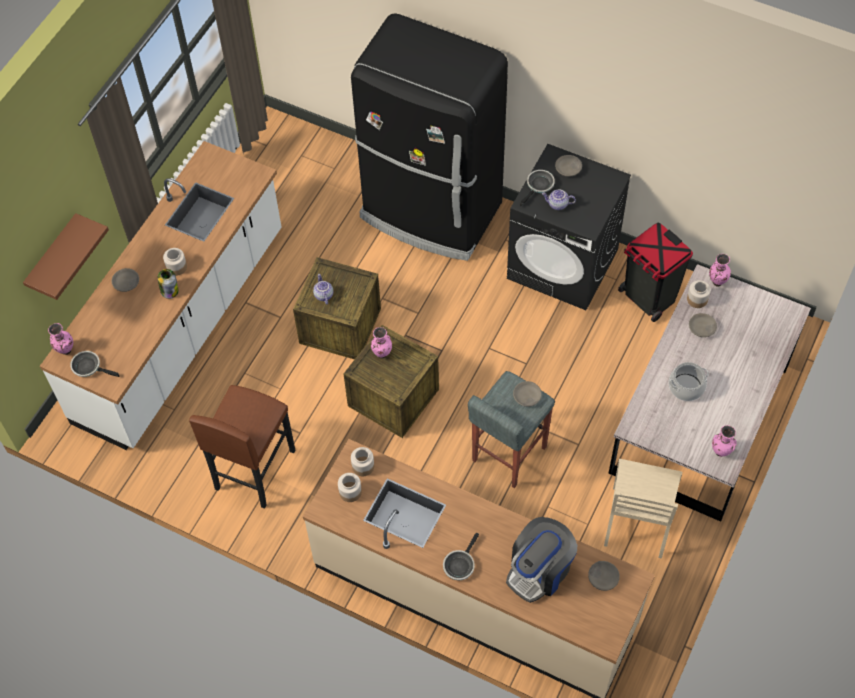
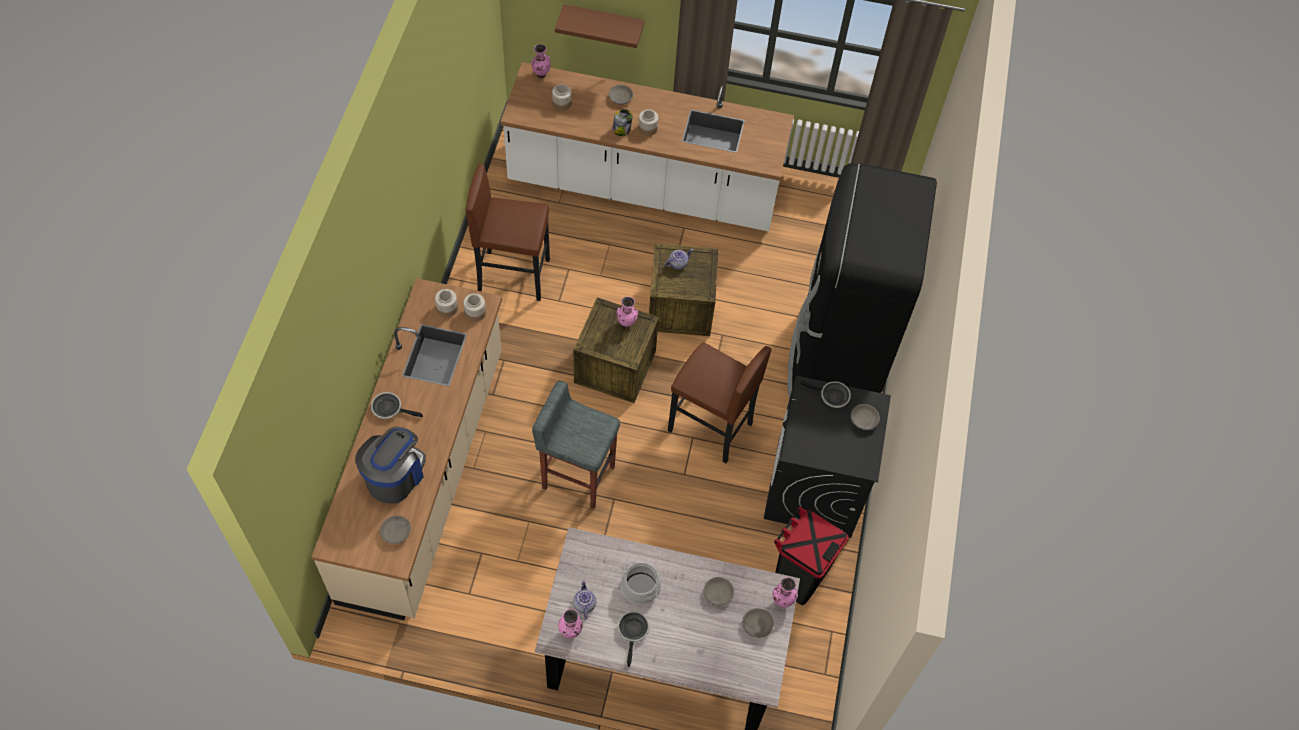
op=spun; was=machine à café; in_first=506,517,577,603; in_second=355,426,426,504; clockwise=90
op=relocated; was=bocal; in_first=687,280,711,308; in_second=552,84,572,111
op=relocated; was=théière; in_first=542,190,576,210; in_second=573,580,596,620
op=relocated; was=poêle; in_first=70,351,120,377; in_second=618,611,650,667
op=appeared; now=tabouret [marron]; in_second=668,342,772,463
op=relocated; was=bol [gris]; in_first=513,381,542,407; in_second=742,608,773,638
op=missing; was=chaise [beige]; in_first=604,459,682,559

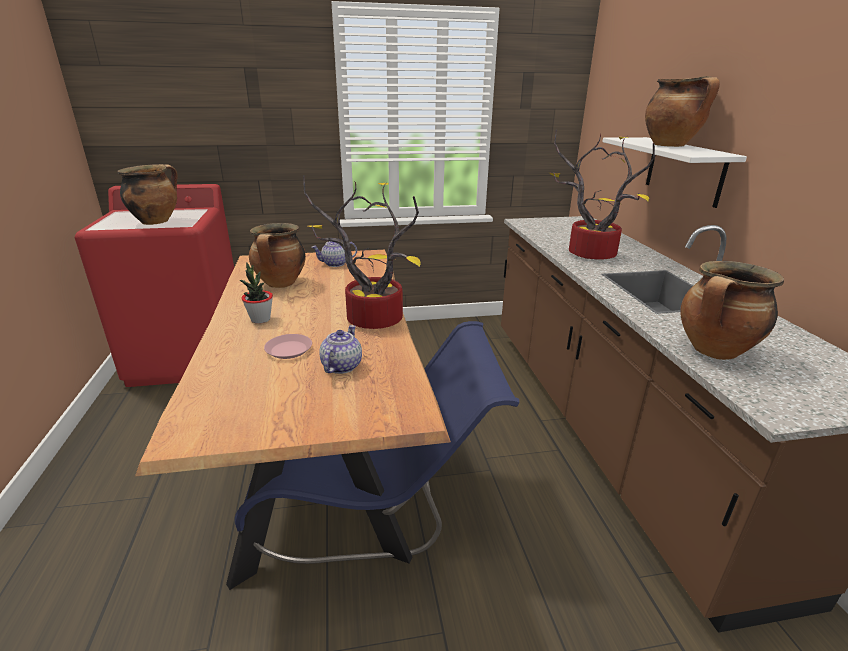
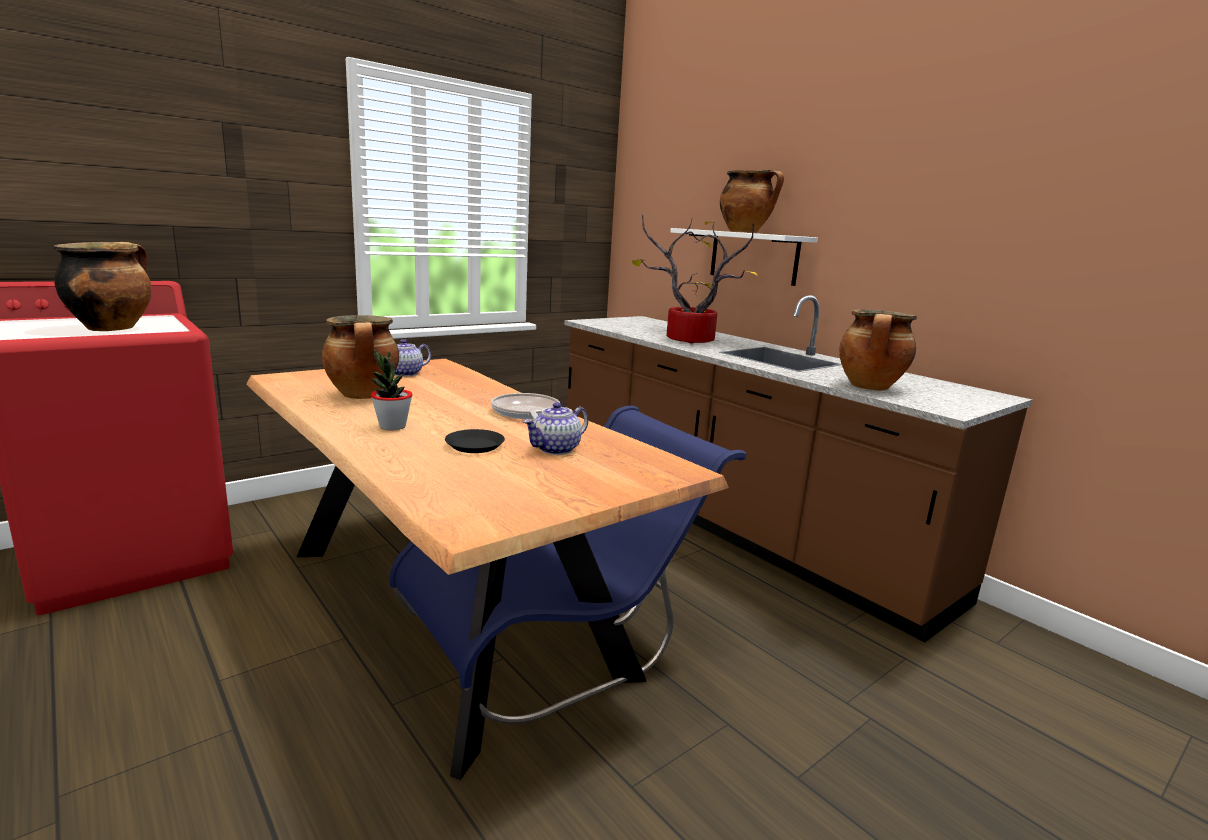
op=colour; was=assiette [rose]; now=assiette [noir]; in_first=264,334,312,359; in_second=445,429,505,453
op=exchanged; was=plante en pot; now=poêle; in_first=303,175,421,329; in_second=491,393,560,420
op=spun; was=théière; in_first=319,325,362,374; in_second=523,402,588,455; clockwise=-120

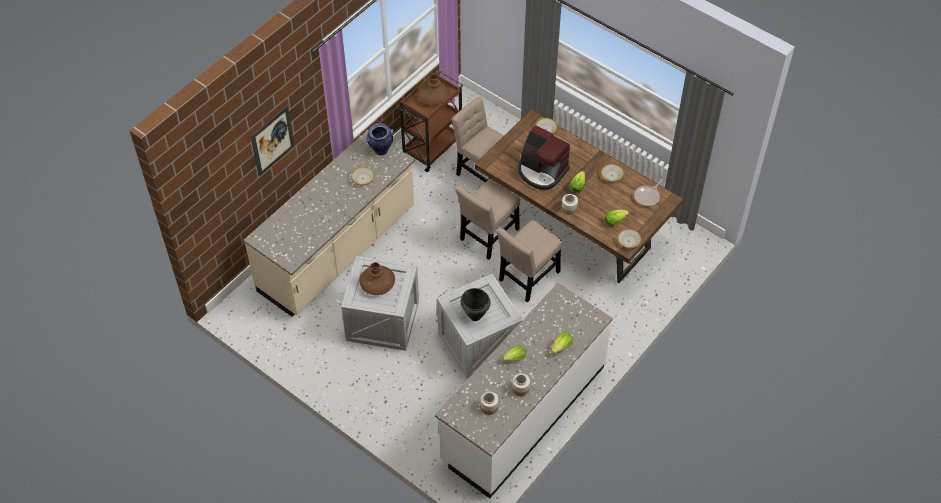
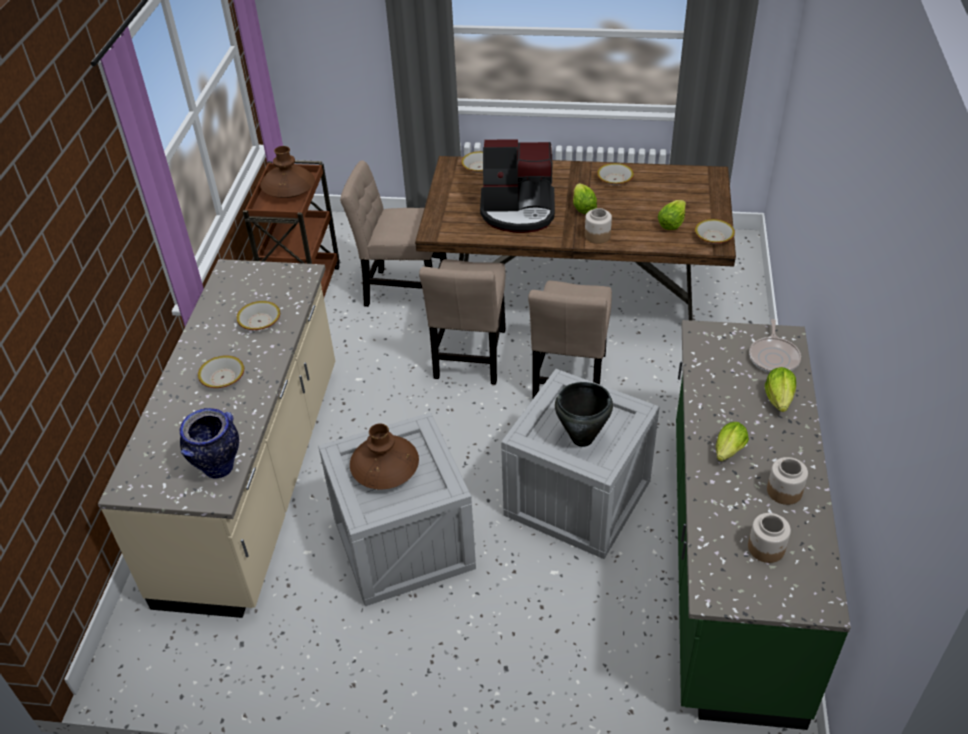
op=relocated; was=vase; in_first=365,123,394,155; in_second=180,408,239,479
op=appeared; now=bol; in_second=198,356,244,388
op=colour; was=comptoir de cuisine [blanc]; now=comptoir de cuisine [vert]; in_first=435,283,613,498; in_second=676,320,851,730
op=relocated; was=poêle; in_first=634,179,663,206; in_second=749,319,801,373
op=missing; was=tableau; in_first=251,106,294,176

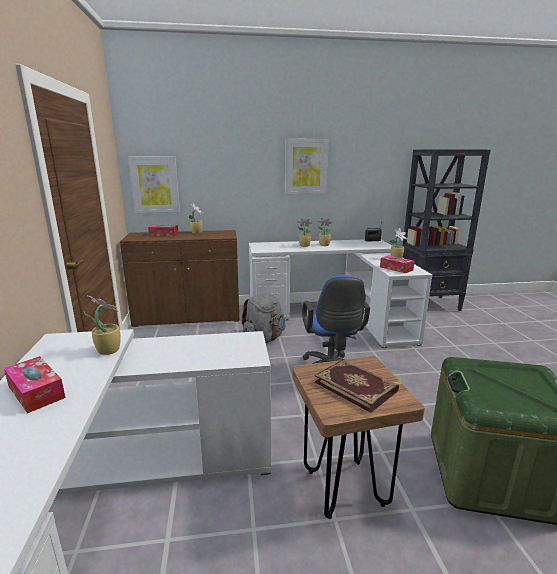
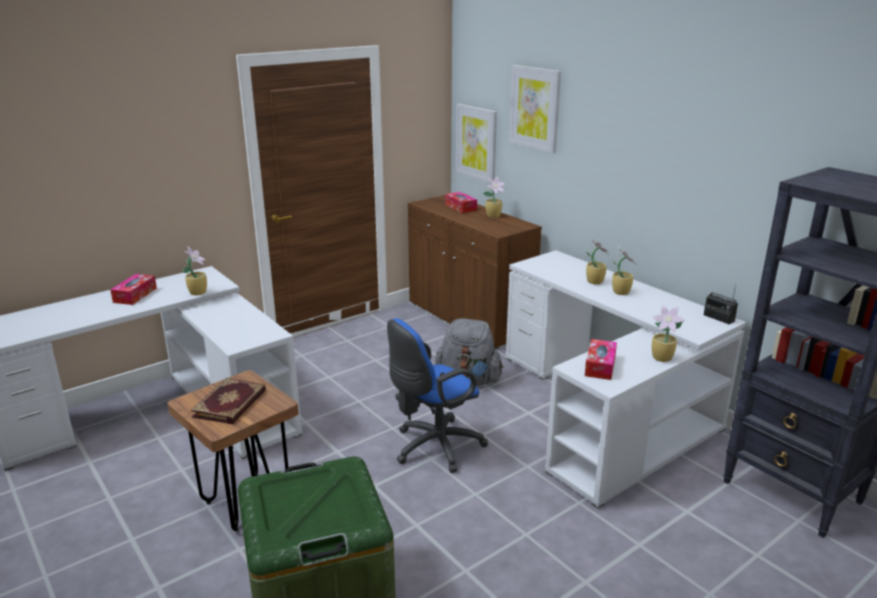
op=relocated; was=tableau; in_first=285,139,329,194; in_second=509,65,561,153

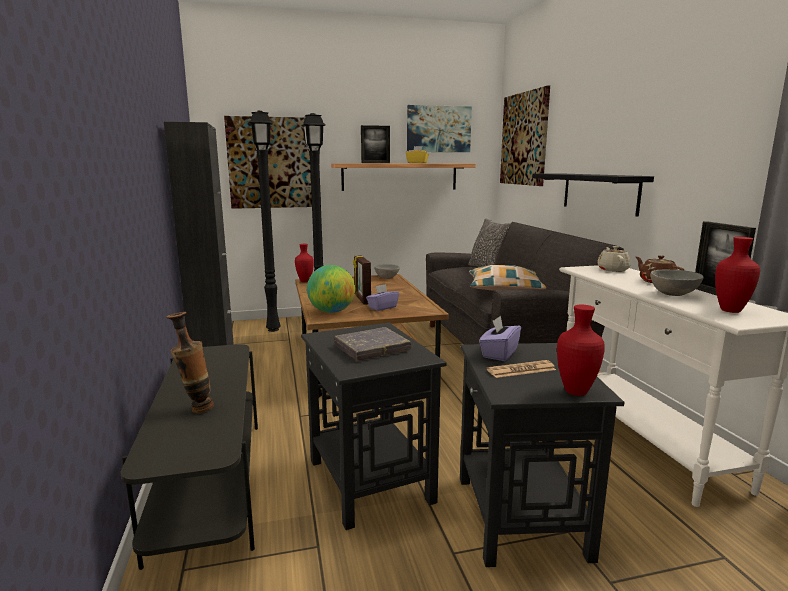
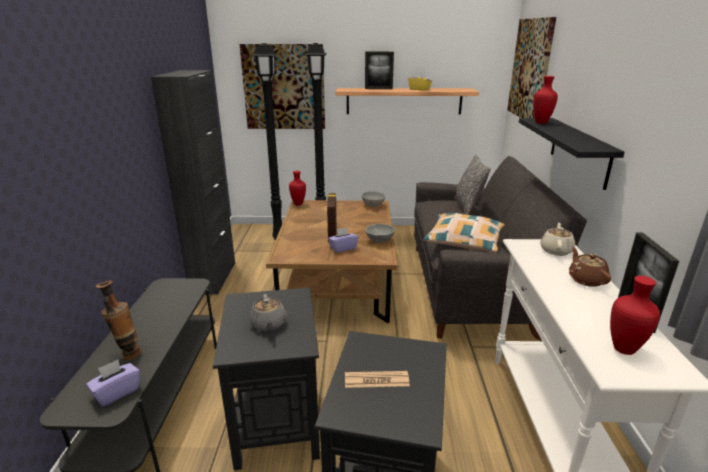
op=relocated; was=boîte à mouchoirs [violet]; in_first=479,316,521,361; in_second=86,360,140,407
op=exchanged; was=livre [gris]; now=théière [gris]; in_first=334,327,411,361; in_second=249,294,287,332
op=relocated; was=bol [gris]; in_first=650,270,704,296; in_second=365,224,395,243
op=relocated; was=vase [rouge]; in_first=557,305,605,396; in_second=533,76,558,124
op=missing; was=globe; in_first=307,265,355,313
op=missing; was=tableau; in_first=407,105,472,152

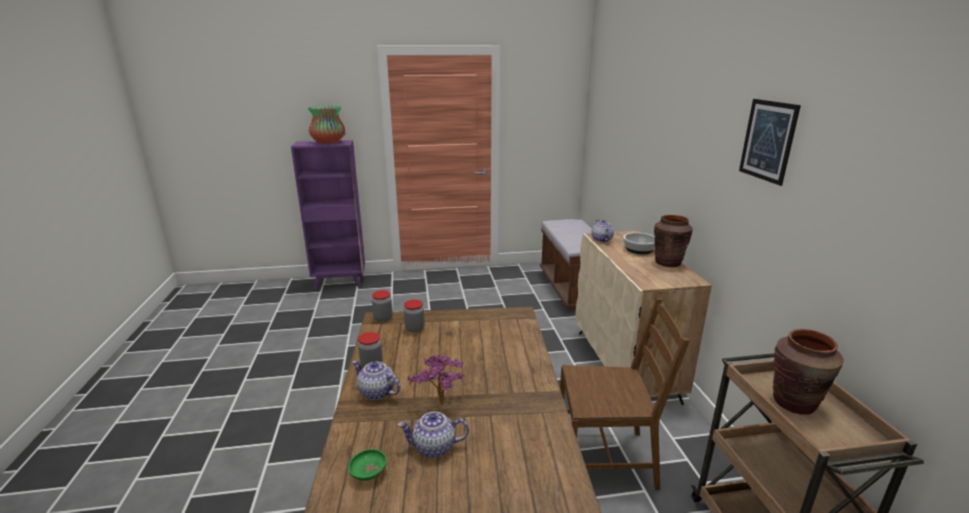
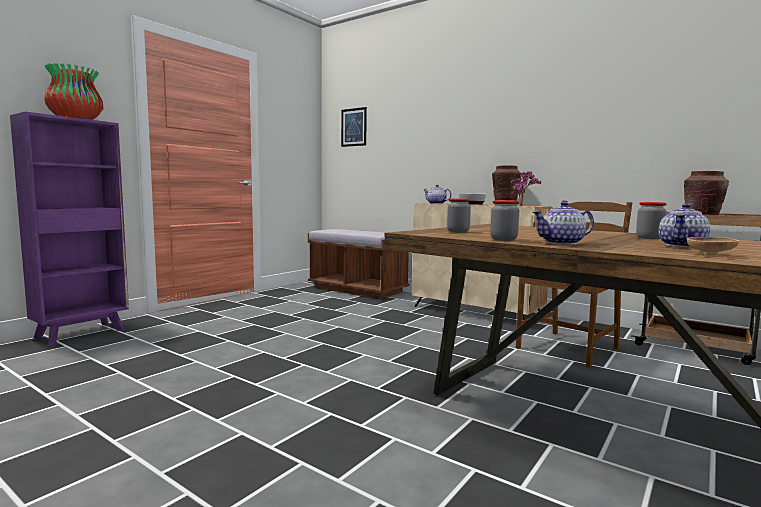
op=relocated; was=tableau; in_first=739,99,801,186; in_second=341,107,367,147
op=relocated; was=plante en pot; in_first=408,354,464,404; in_second=511,171,541,206
op=relocated; was=bocal; in_first=372,290,393,322; in_second=636,202,667,239
op=colour; was=bol [vert]; now=bol [marron]; in_first=348,449,387,481; in_second=687,237,739,255

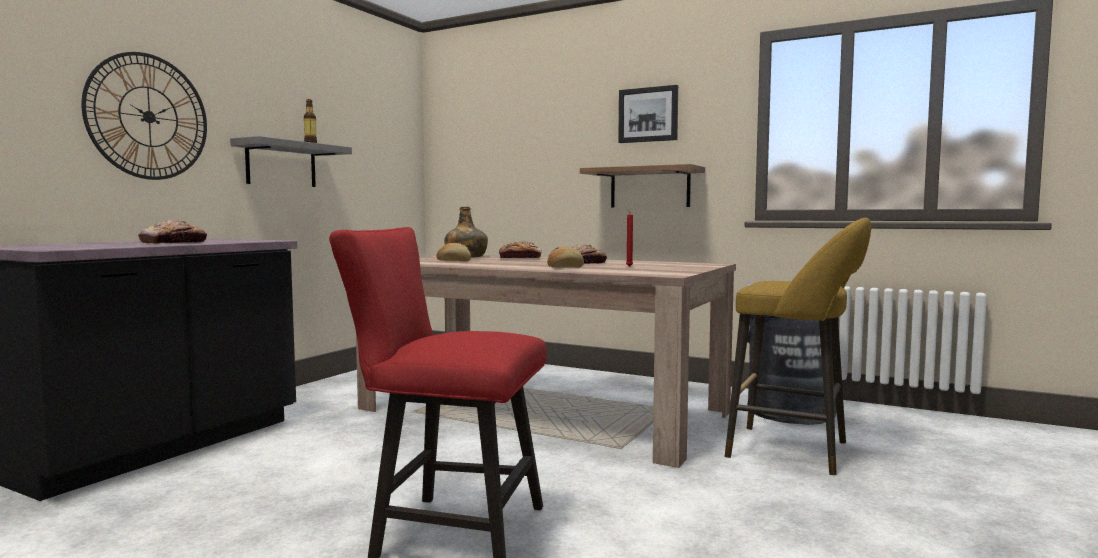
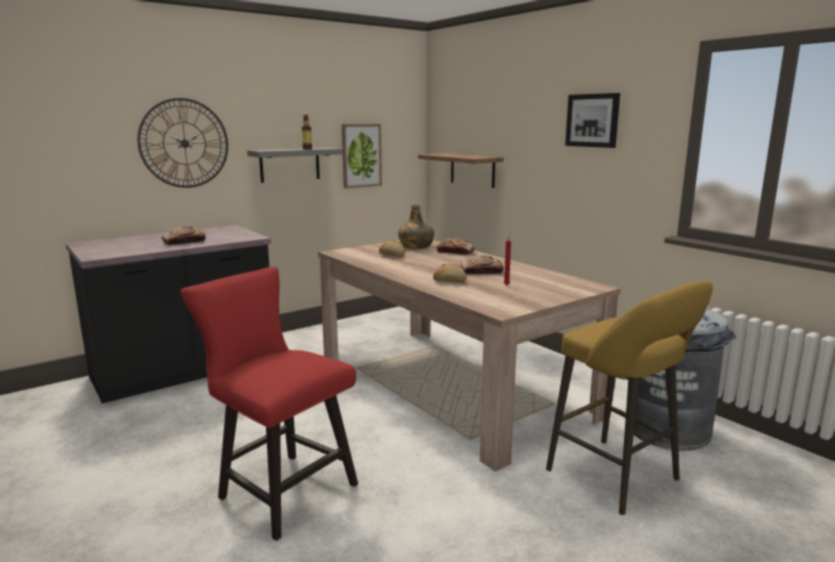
op=appeared; now=tableau; in_second=342,124,382,188
op=relocated; was=étagère; in_first=580,164,705,207; in_second=418,153,503,188

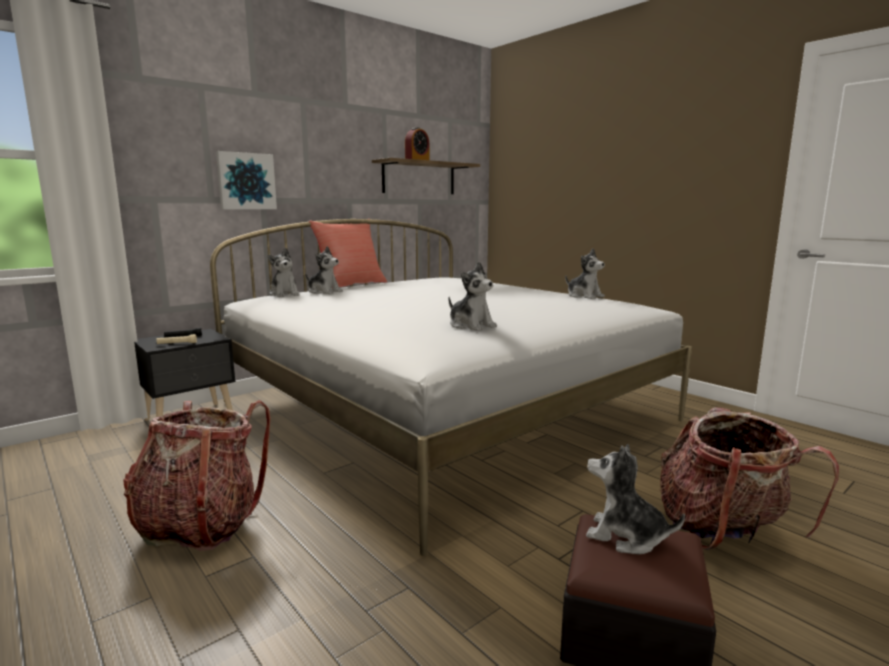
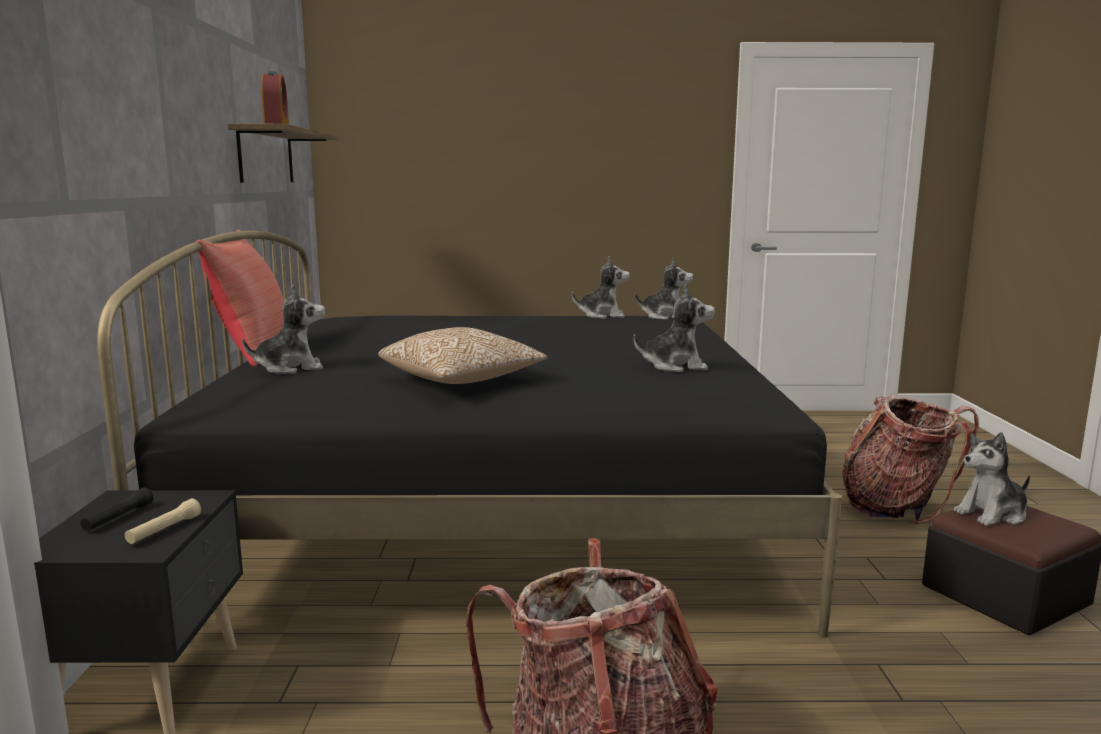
op=colour; was=lit [blanc]; now=lit [noir]; in_first=210,219,692,556; in_second=97,231,842,638
op=appeared; now=coussin; in_second=378,327,548,384
op=relocated; was=peluche; in_first=268,248,299,297; in_second=635,257,694,320
op=missing; was=tableau; in_first=216,151,277,209

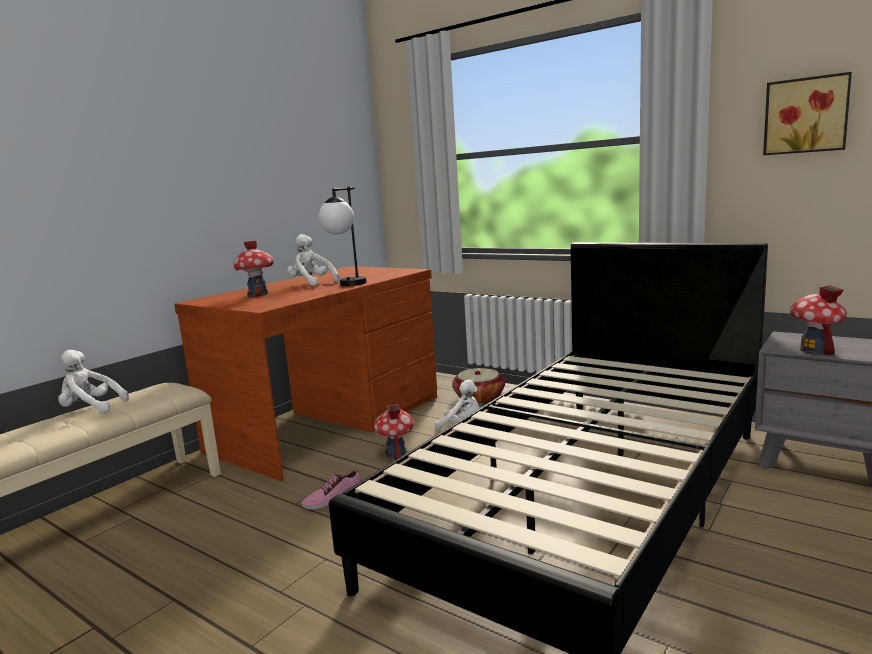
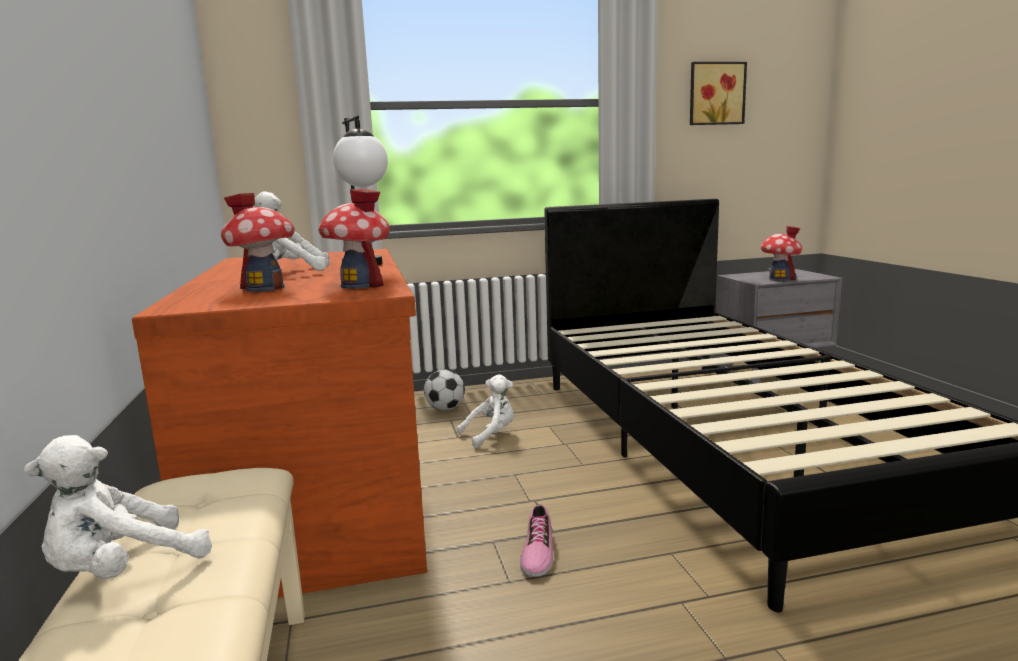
op=relocated; was=maison miniature; in_first=374,404,414,460; in_second=318,189,390,289
op=exchanged; was=panier; now=ballon de foot; in_first=452,368,505,404; in_second=424,370,465,410

